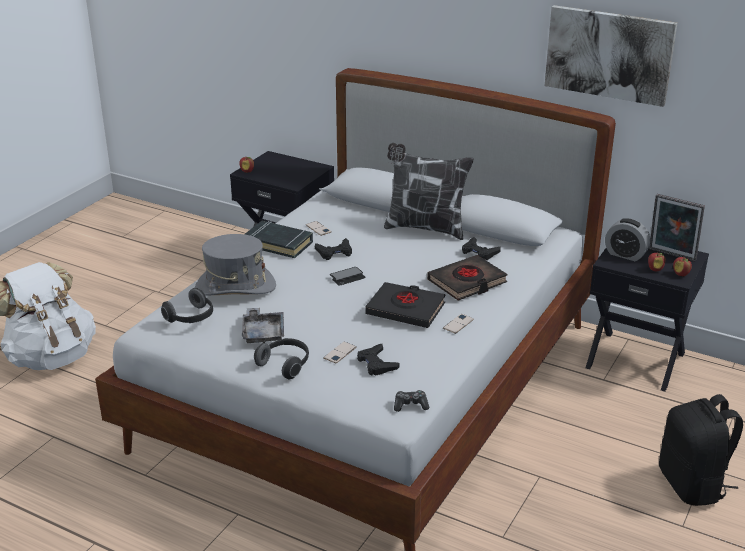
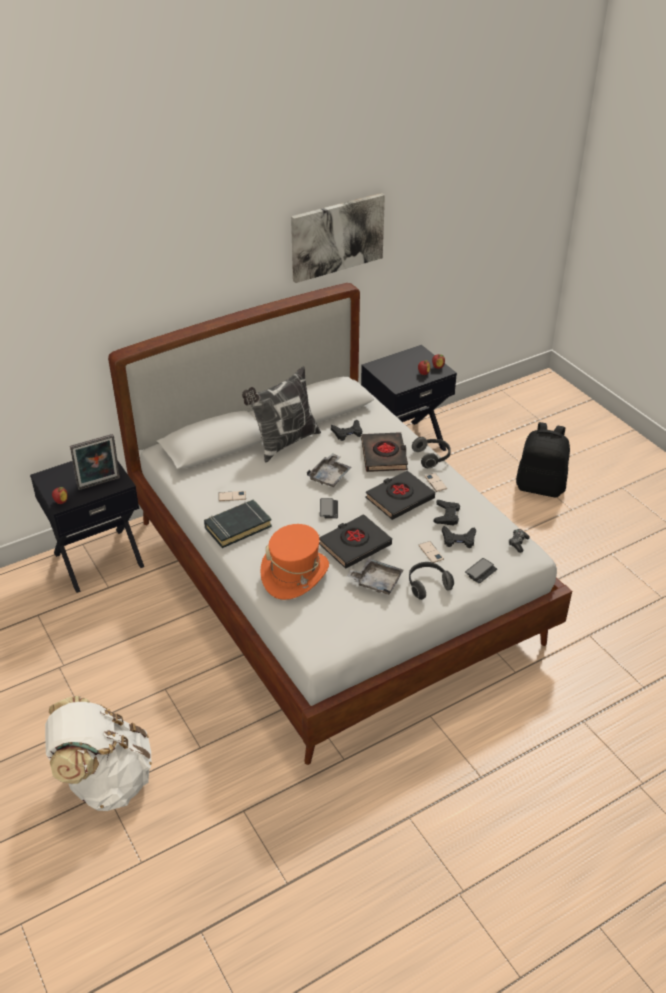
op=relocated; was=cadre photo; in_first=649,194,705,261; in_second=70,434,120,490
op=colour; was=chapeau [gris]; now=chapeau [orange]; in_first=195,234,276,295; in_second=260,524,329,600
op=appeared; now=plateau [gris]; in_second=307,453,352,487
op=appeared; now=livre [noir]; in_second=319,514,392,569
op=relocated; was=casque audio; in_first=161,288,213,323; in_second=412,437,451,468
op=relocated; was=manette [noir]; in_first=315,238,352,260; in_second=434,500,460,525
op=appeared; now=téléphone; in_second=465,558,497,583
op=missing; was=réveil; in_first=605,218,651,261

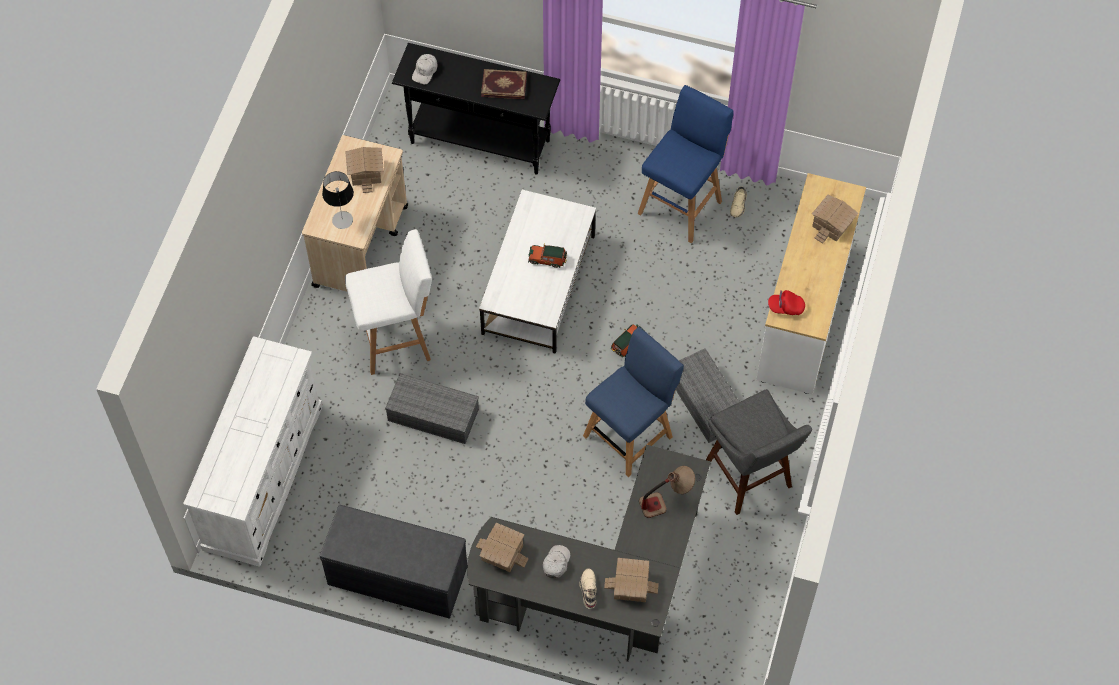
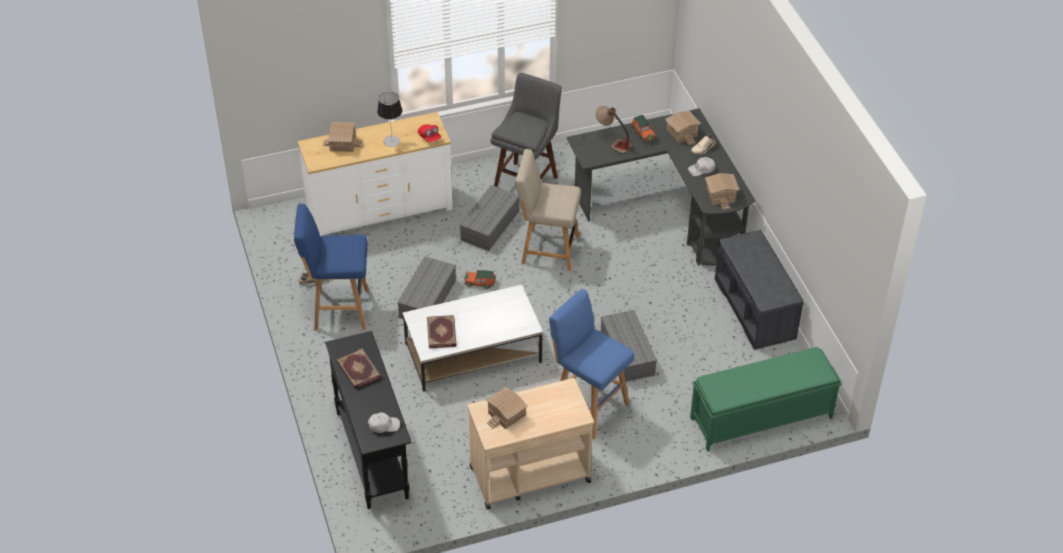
op=relocated; was=lampe de table; in_first=322,171,354,229; in_second=377,92,402,147
op=appeared; now=boîte de rangement [gris]; in_second=397,257,456,319
op=appeared; now=livre; in_second=427,315,456,349
op=colour; was=chaise [bleu]; now=chaise [beige]; in_first=583,327,684,477; in_second=515,149,581,271
op=colour; was=tabouret [blanc]; now=tabouret [bleu]; in_first=345,229,432,375; in_second=549,289,634,439
op=relocated; was=petite voiture; in_first=528,243,567,268; in_second=632,115,657,143
op=exchanged; was=commode [blanc]; now=banc [vert]; in_first=183,336,323,567; in_second=690,347,842,452

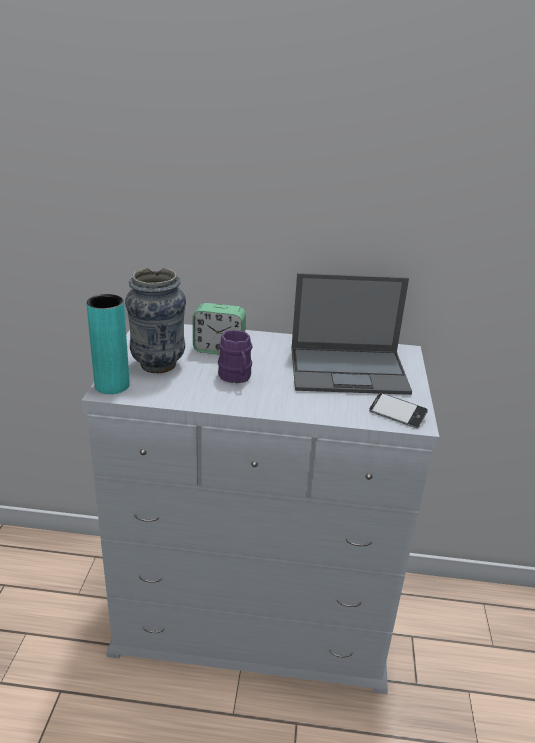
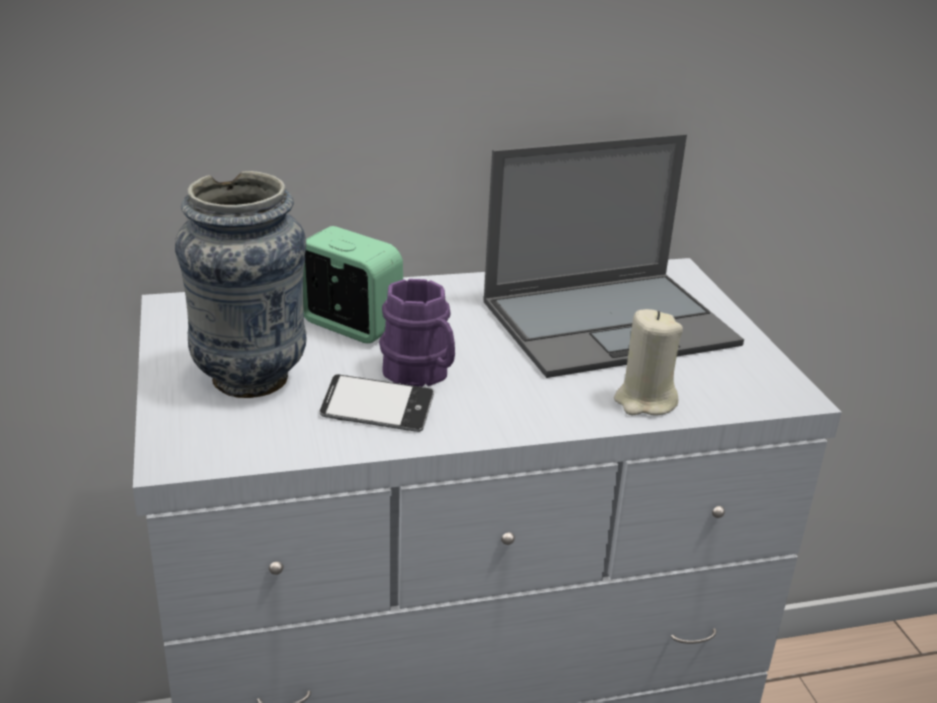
op=spun; was=réveil; in_first=193,303,246,355; in_second=303,226,403,343; clockwise=-135
op=relocated; was=téléphone; in_first=369,393,428,428; in_second=320,374,434,432
op=appeared; now=bougie [beige]; in_second=614,309,683,416
op=missing; was=vase [turquoise]; in_first=86,294,129,394

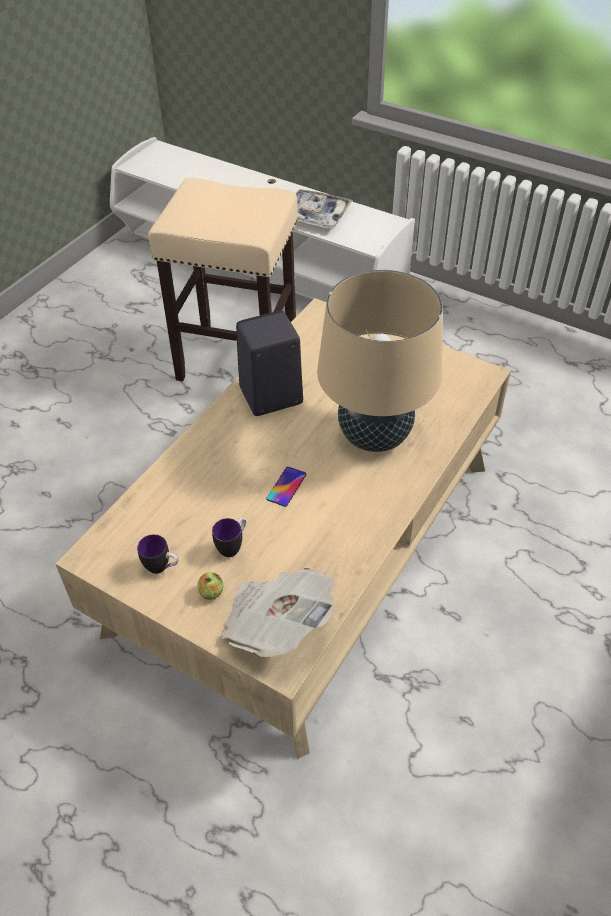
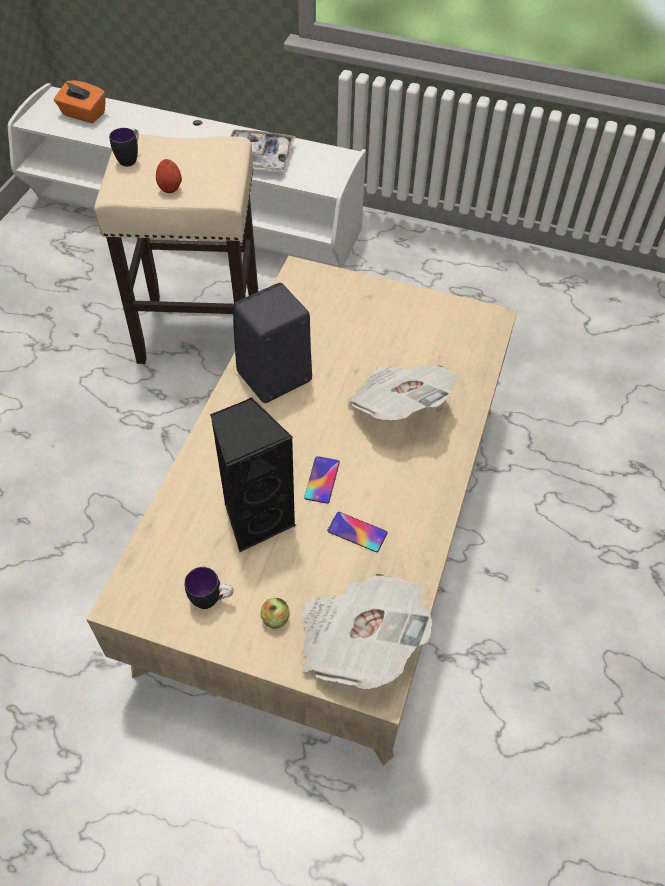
op=appeared; now=boîte à mouchoirs [orange]; in_second=54,80,106,123
op=relocated; was=mug; in_first=212,517,246,557; in_second=109,128,139,167
op=appeared; now=pomme; in_second=156,159,182,193
op=appeared; now=enceinte [noir]; in_second=210,397,296,552
op=appeared; now=téléphone; in_second=327,512,387,552
op=exchanged; was=lampe de table [beige]; now=journal; in_first=317,270,443,452; in_second=347,365,459,420

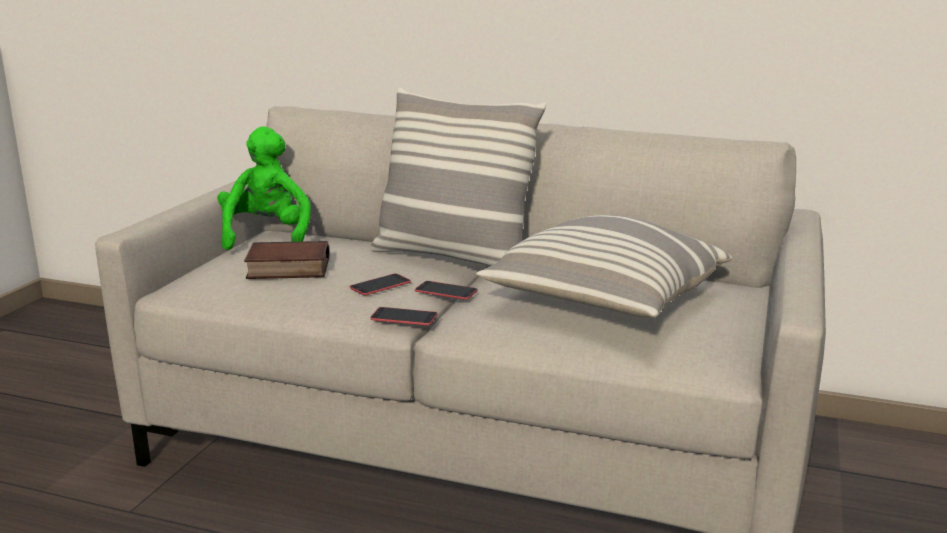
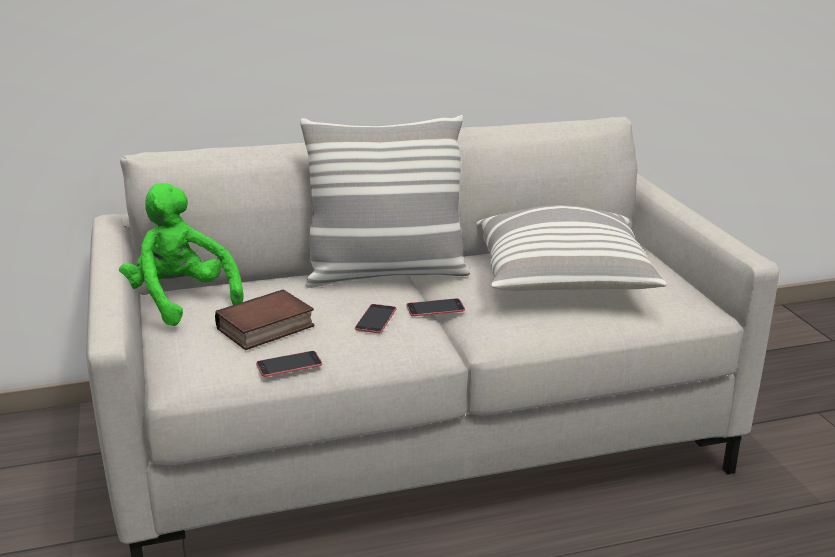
op=relocated; was=téléphone; in_first=370,307,438,325; in_second=256,351,322,377

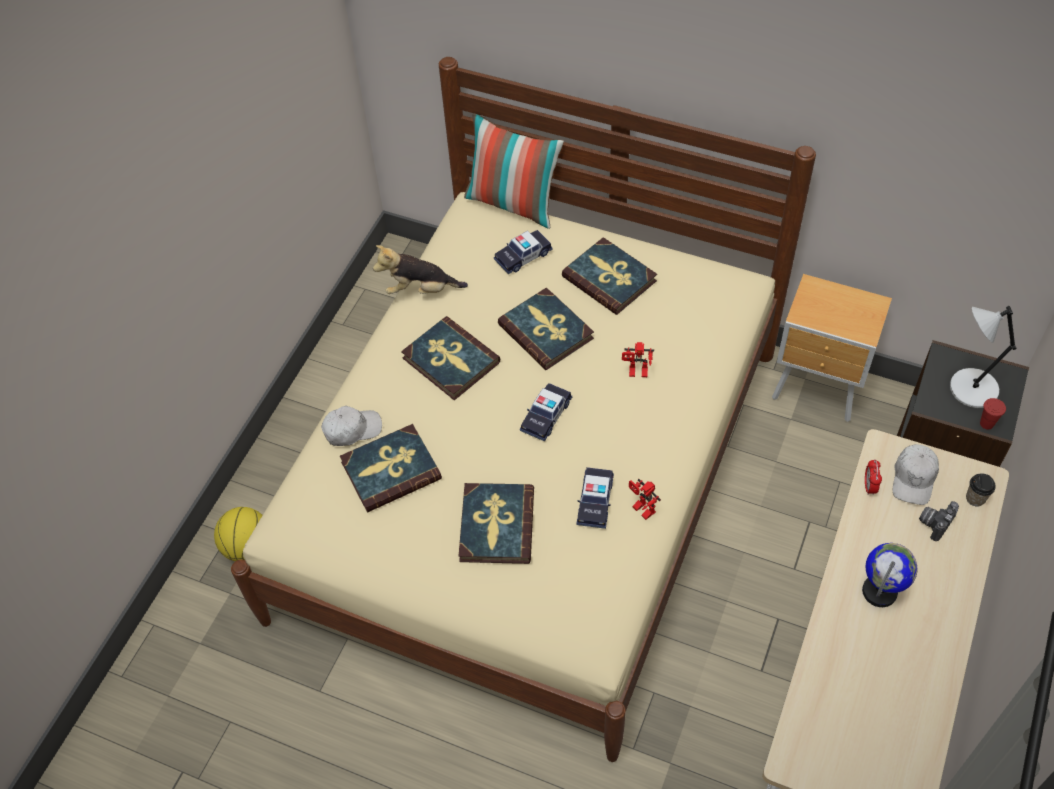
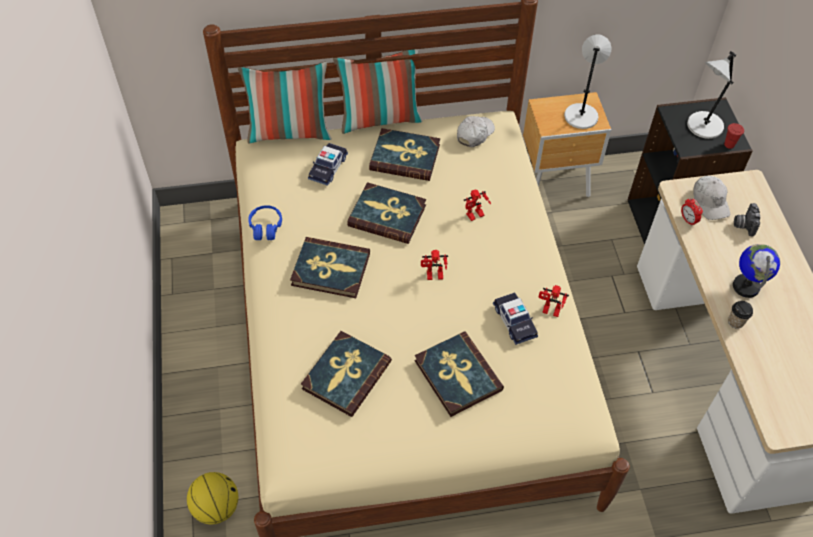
op=exchanged; was=peluche; now=casque audio [bleu]; in_first=373,245,468,294; in_second=248,205,282,240
op=appeared; now=coussin; in_second=333,49,423,134
op=exchanged; was=petite voiture; now=robot jouet; in_first=520,383,572,441; in_second=421,250,448,280
op=relocated; was=casquette [blanc]; in_first=321,406,382,446; in_second=457,116,495,147
op=appeared; now=lampe de table [gris]; in_second=564,34,612,129
op=relocated; was=tasse; in_first=966,473,995,506; in_second=728,301,753,329

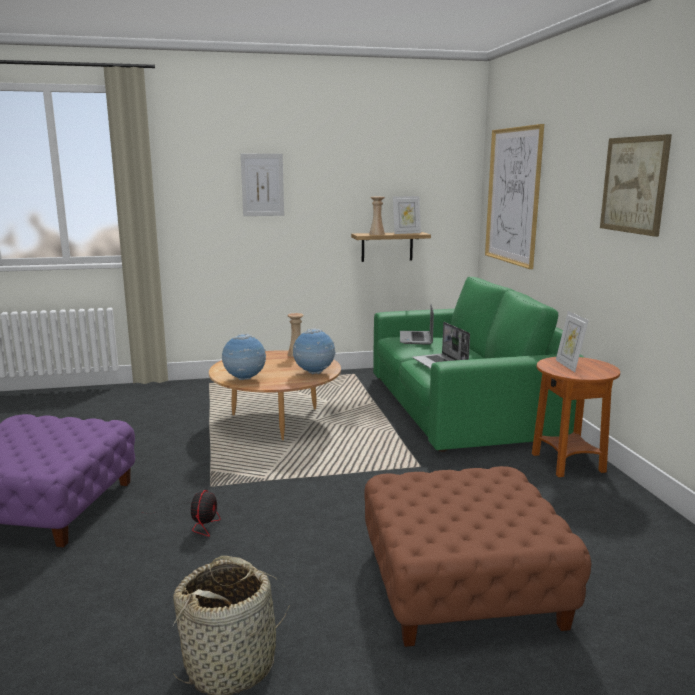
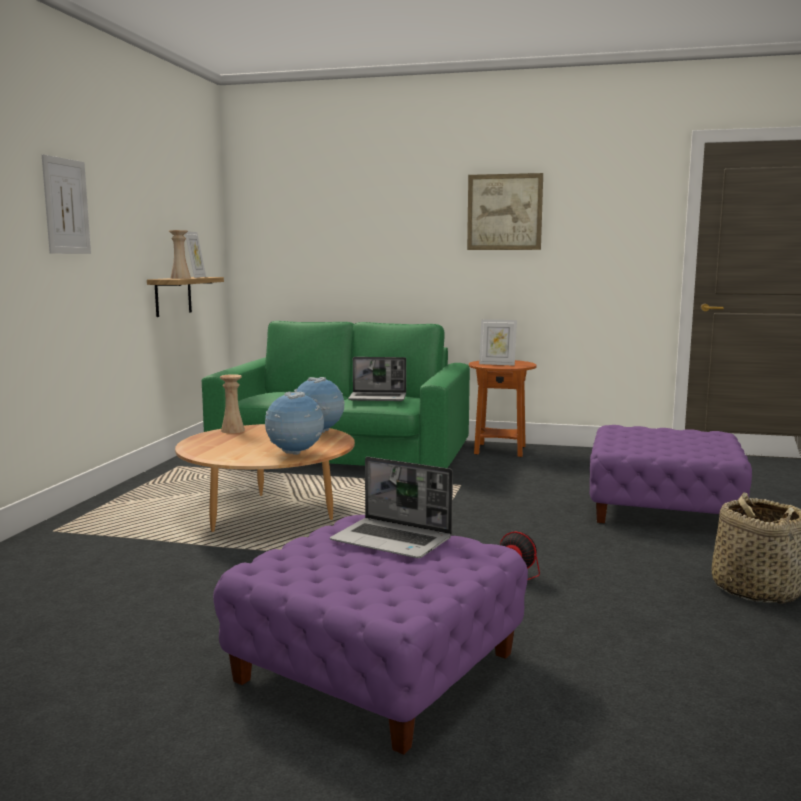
op=relocated; was=ordinateur portable; in_first=400,304,434,345; in_second=330,457,453,558
op=colour; was=pouf [marron]; now=pouf [violet]; in_first=364,466,591,647; in_second=589,425,752,523
op=missing; was=tableau; in_first=485,124,544,269

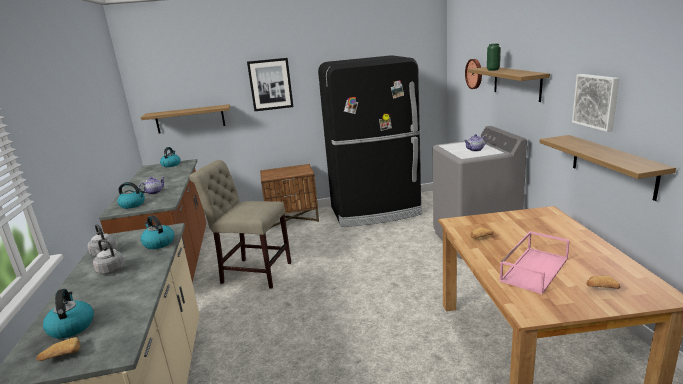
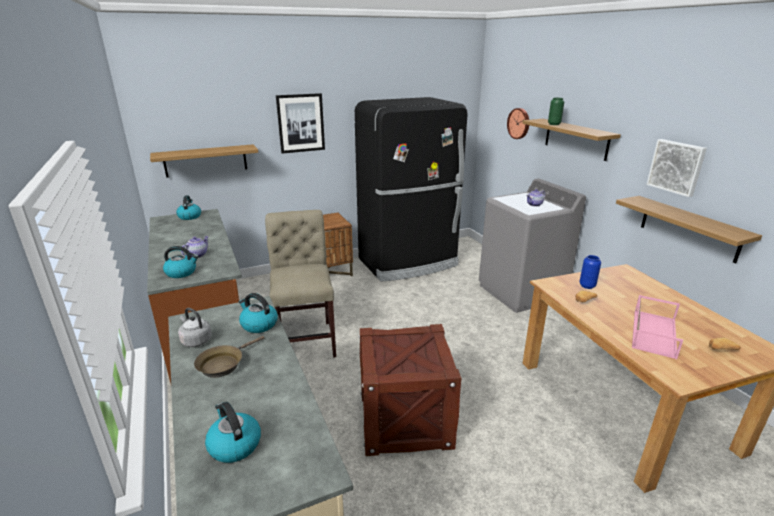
op=exchanged; was=bouilloire [gris]; now=poêle [marron]; in_first=93,239,125,275; in_second=194,336,264,378
op=spun; was=chaise [beige]; in_first=189,160,291,289; in_second=265,210,336,358; clockwise=75
op=appeared; now=caisse; in_second=359,324,461,456
op=appeared; now=vase [bleu]; in_second=579,255,601,289
op=missing; was=pain; in_first=36,337,80,361

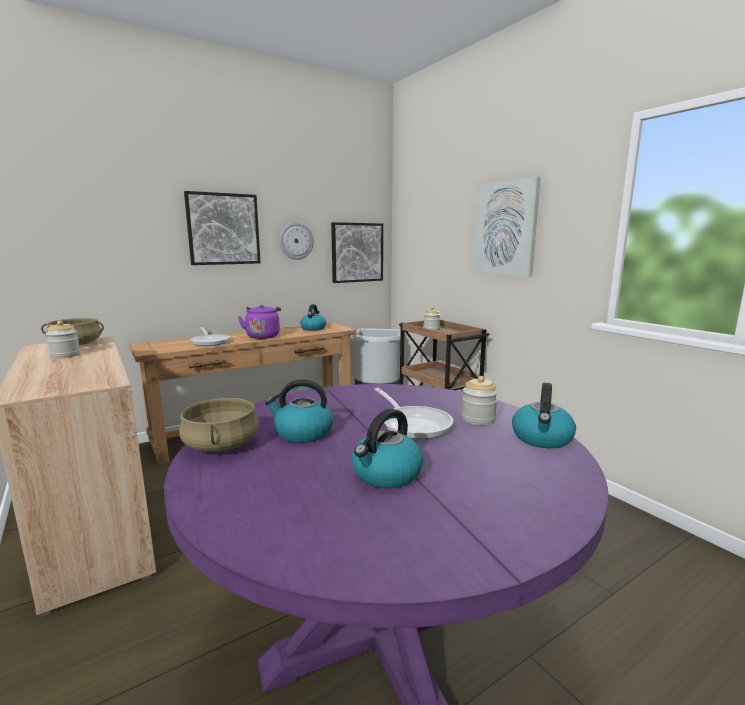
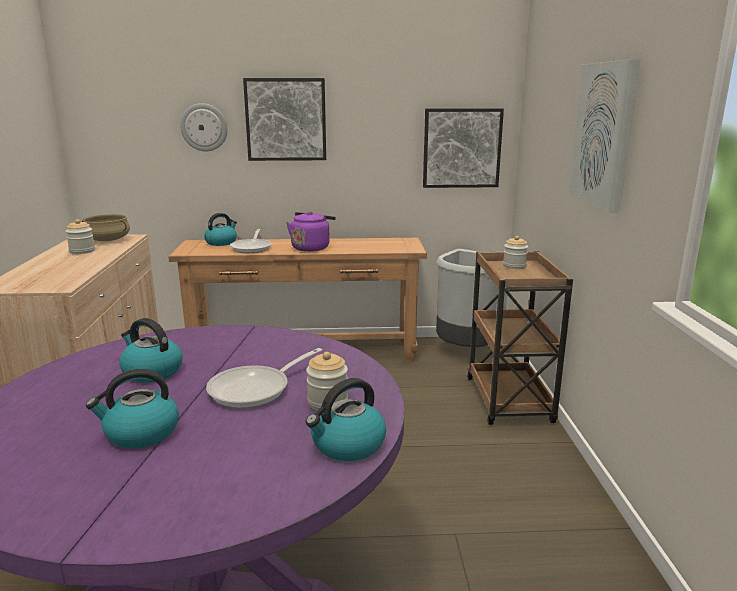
op=relocated; was=horloge murale; in_first=279,222,314,260; in_second=180,103,228,151
op=relocated; was=bouilloire; in_first=300,304,326,331; in_second=204,213,237,246
op=spun; was=poêle; in_first=374,388,453,439; in_second=206,348,322,408; clockwise=45
op=missing; was=marmite [beige]; in_first=179,398,259,452

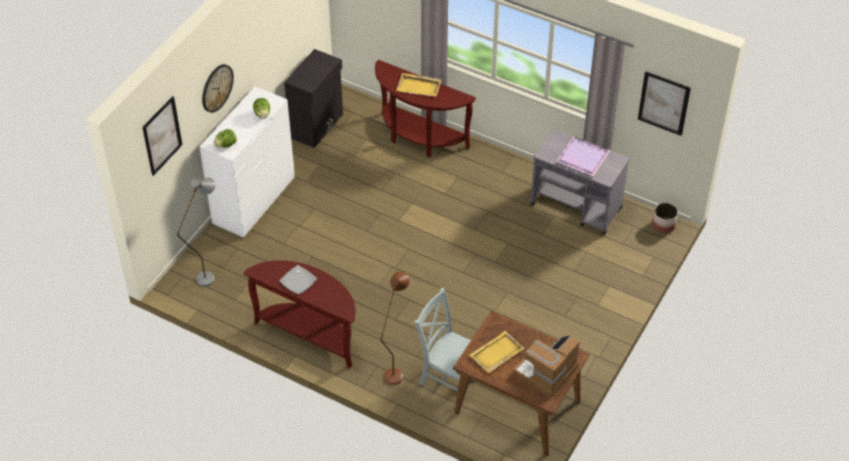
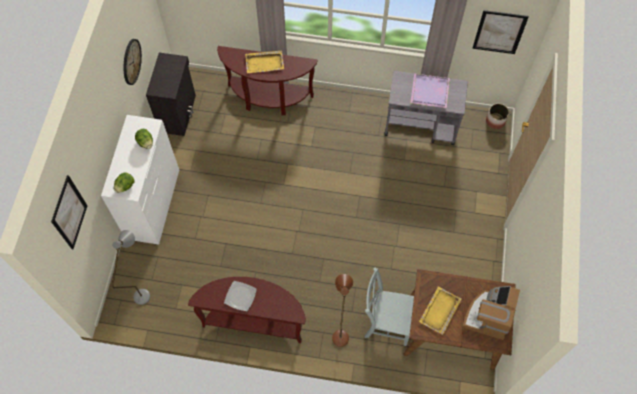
op=relocated; was=horloge murale; in_first=202,64,234,113; in_second=124,39,142,85

